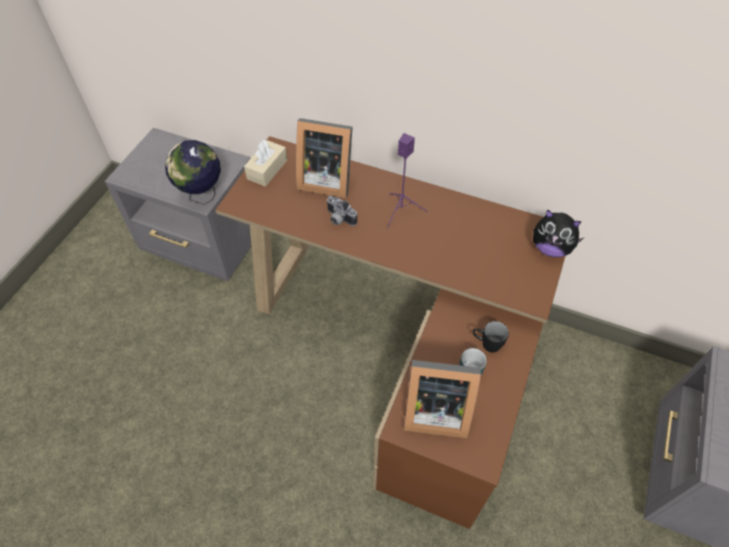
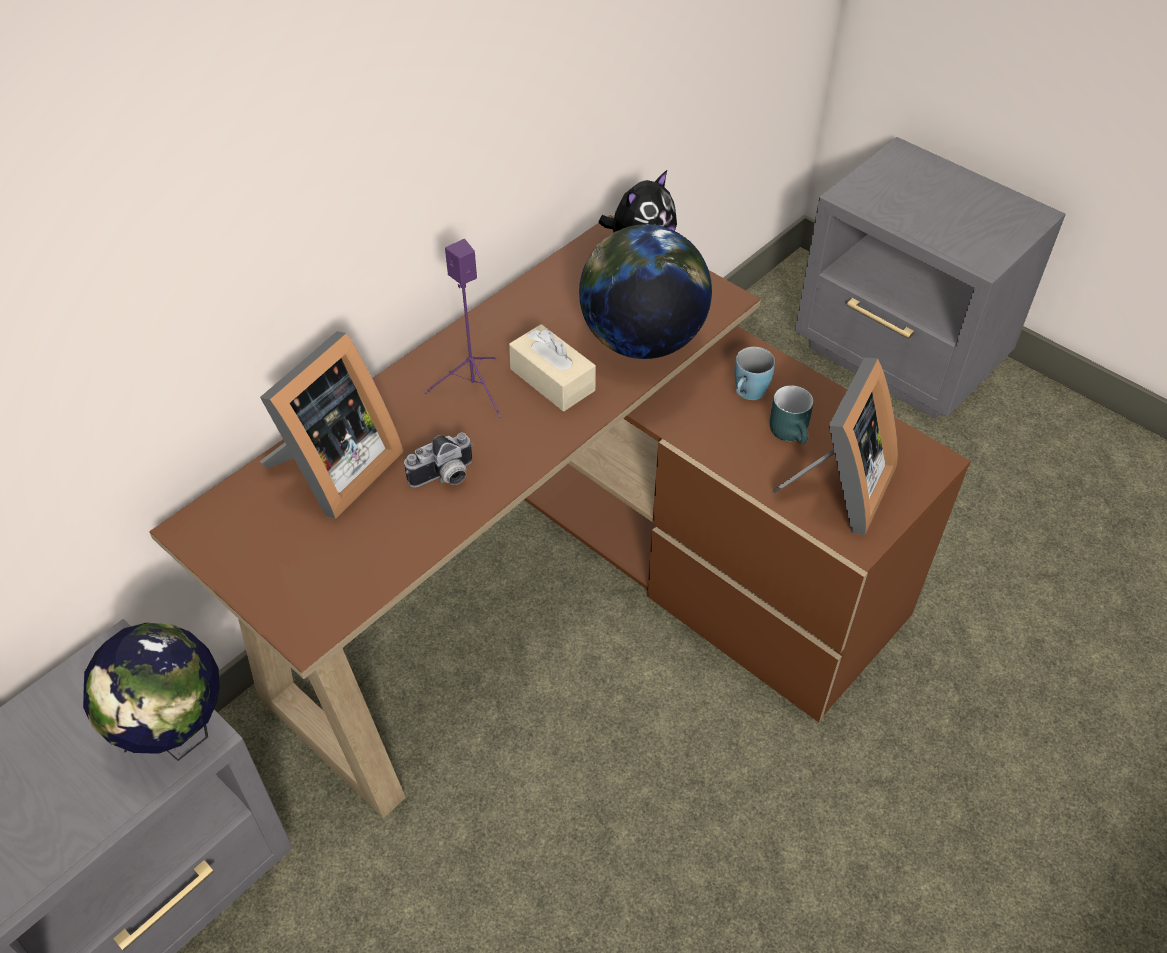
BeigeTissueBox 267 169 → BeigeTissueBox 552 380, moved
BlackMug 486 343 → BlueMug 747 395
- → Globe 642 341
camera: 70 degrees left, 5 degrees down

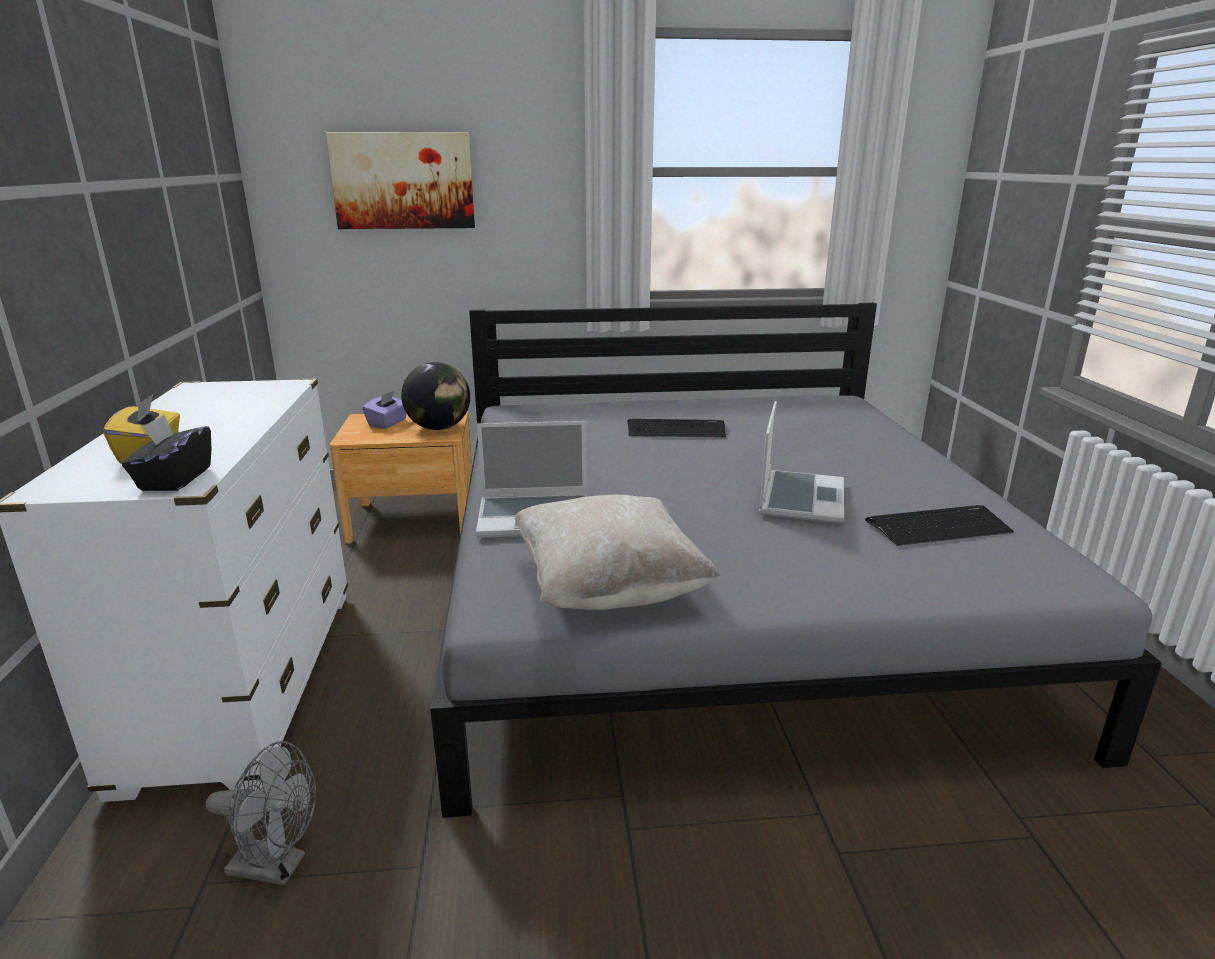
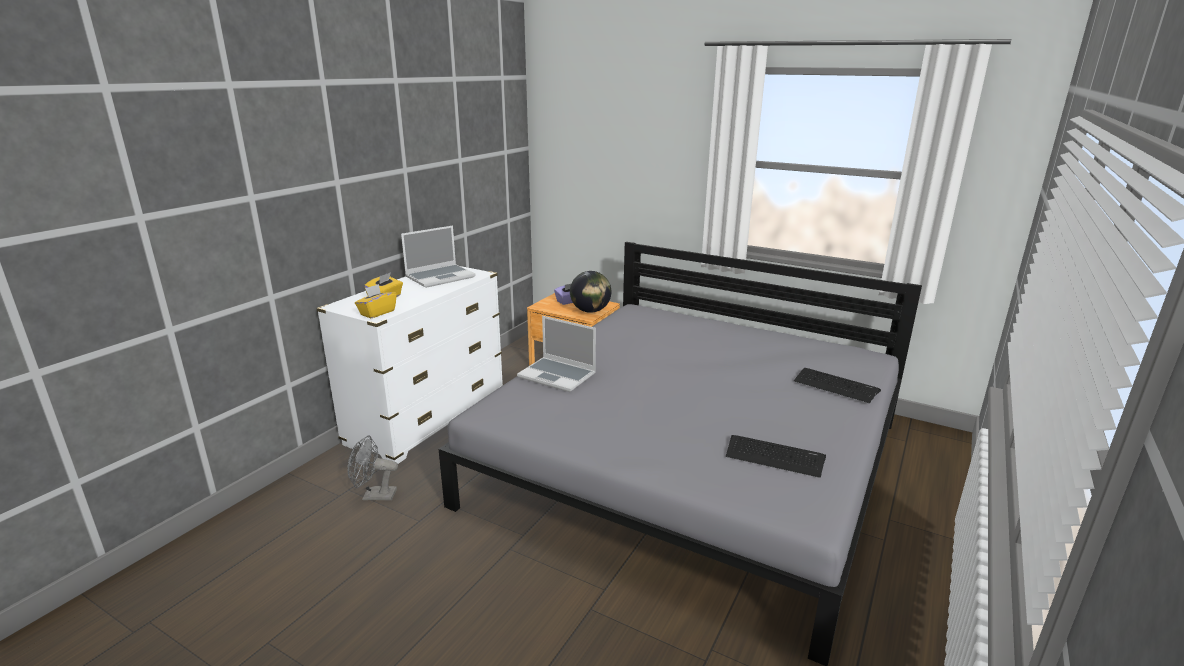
BlackTissueBox 175 479 → YellowTissueBox 377 313
GreyFan 277 866 → GreyFan 374 495, 135 degrees clockwise
Picture 403 181 → -
BeigePillow 609 588 → -
Keyboard 676 430 → Keyboard 835 386, moved
Laptop 800 498 → Laptop 440 277, moved
camera: 35 degrees right, 0 degrees up

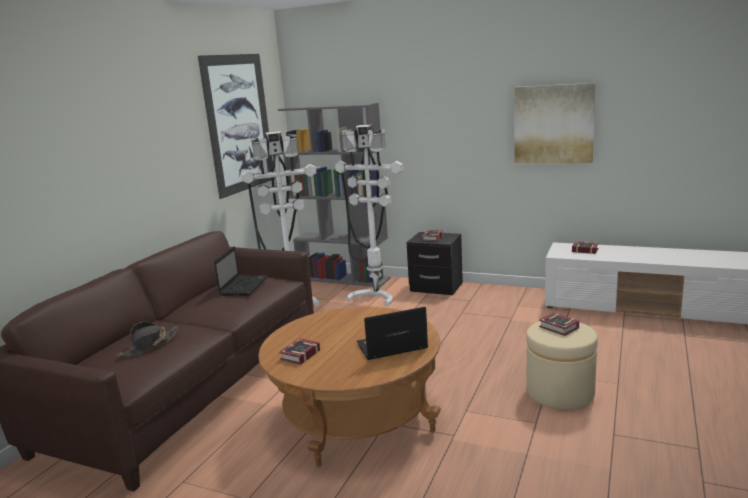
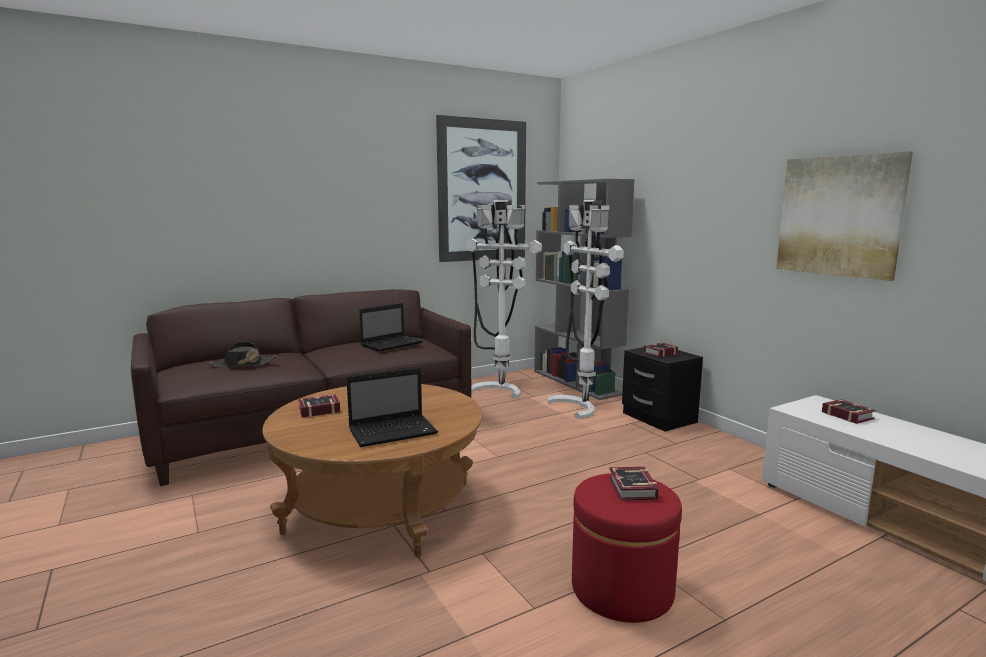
Laptop 390 347 → Laptop 394 431, 135 degrees clockwise
BeigeOttoman 560 392 → RedOttoman 622 589
camera: 35 degrees right, 5 degrees down

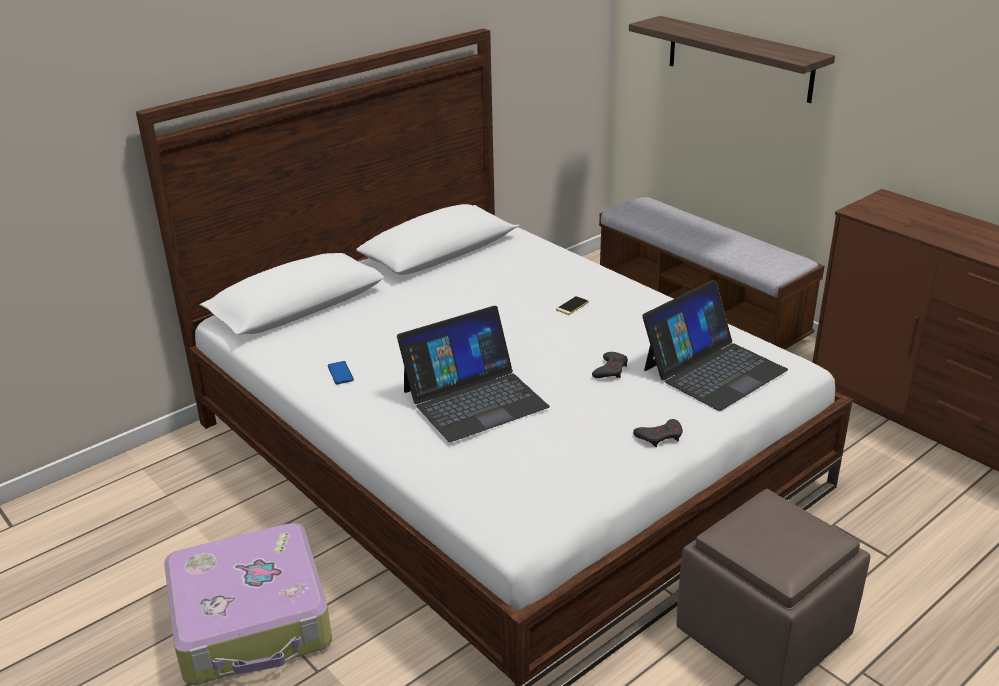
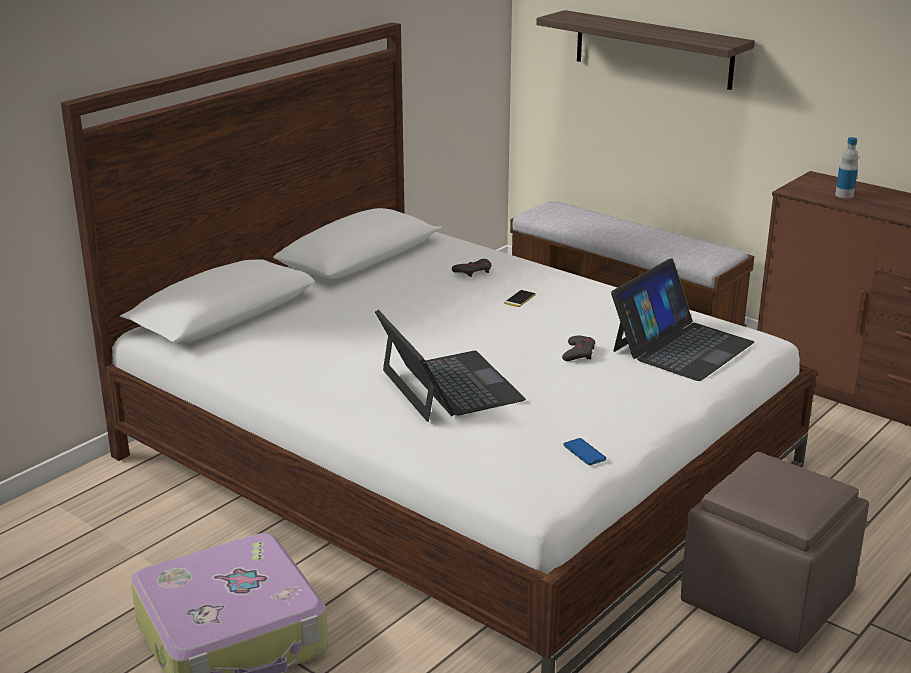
Phone 340 373 → Phone 584 453, moved
Laptop 474 398 → Laptop 449 386, 75 degrees counterclockwise
GreyGameController 660 436 → GreyGameController 473 271, moved
- → Bottle 844 195
camera: 10 degrees left, 5 degrees down

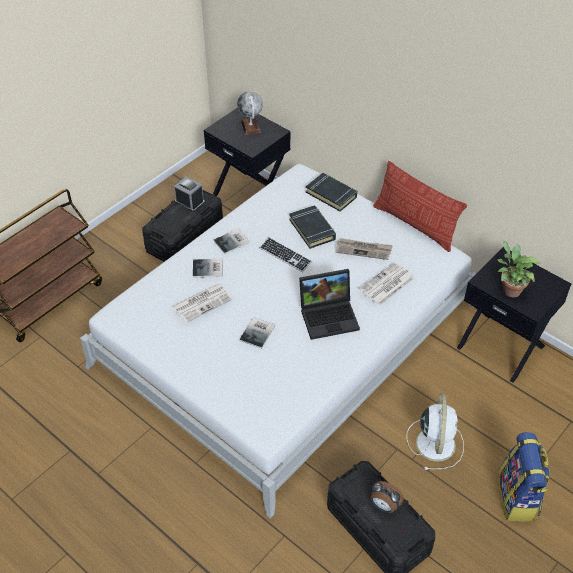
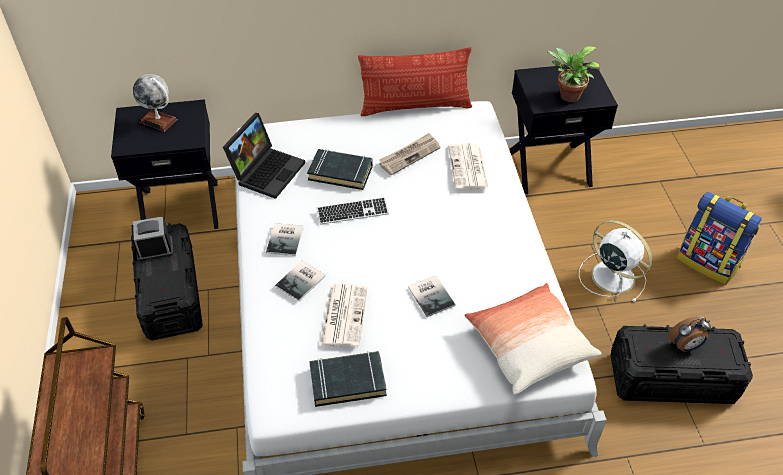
Laptop 329 315 → Laptop 267 170, moved
BlackBook 331 194 → BlackBook 347 381, moved
- → Pillow 528 346
camera: 50 degrees left, 0 degrees up

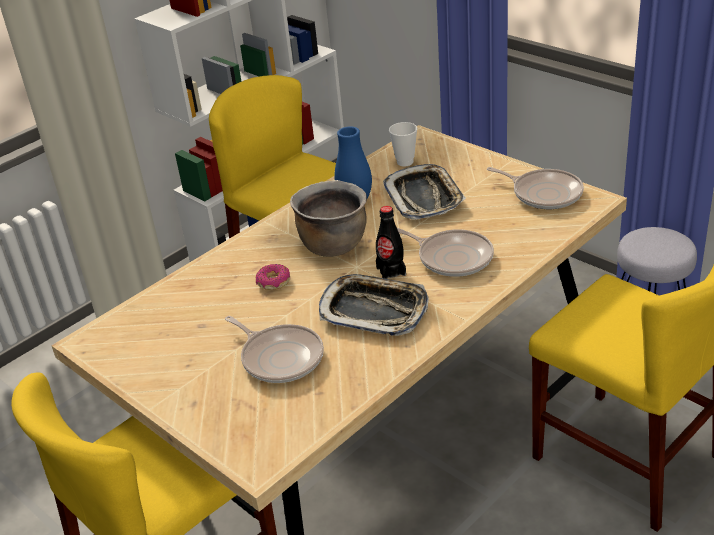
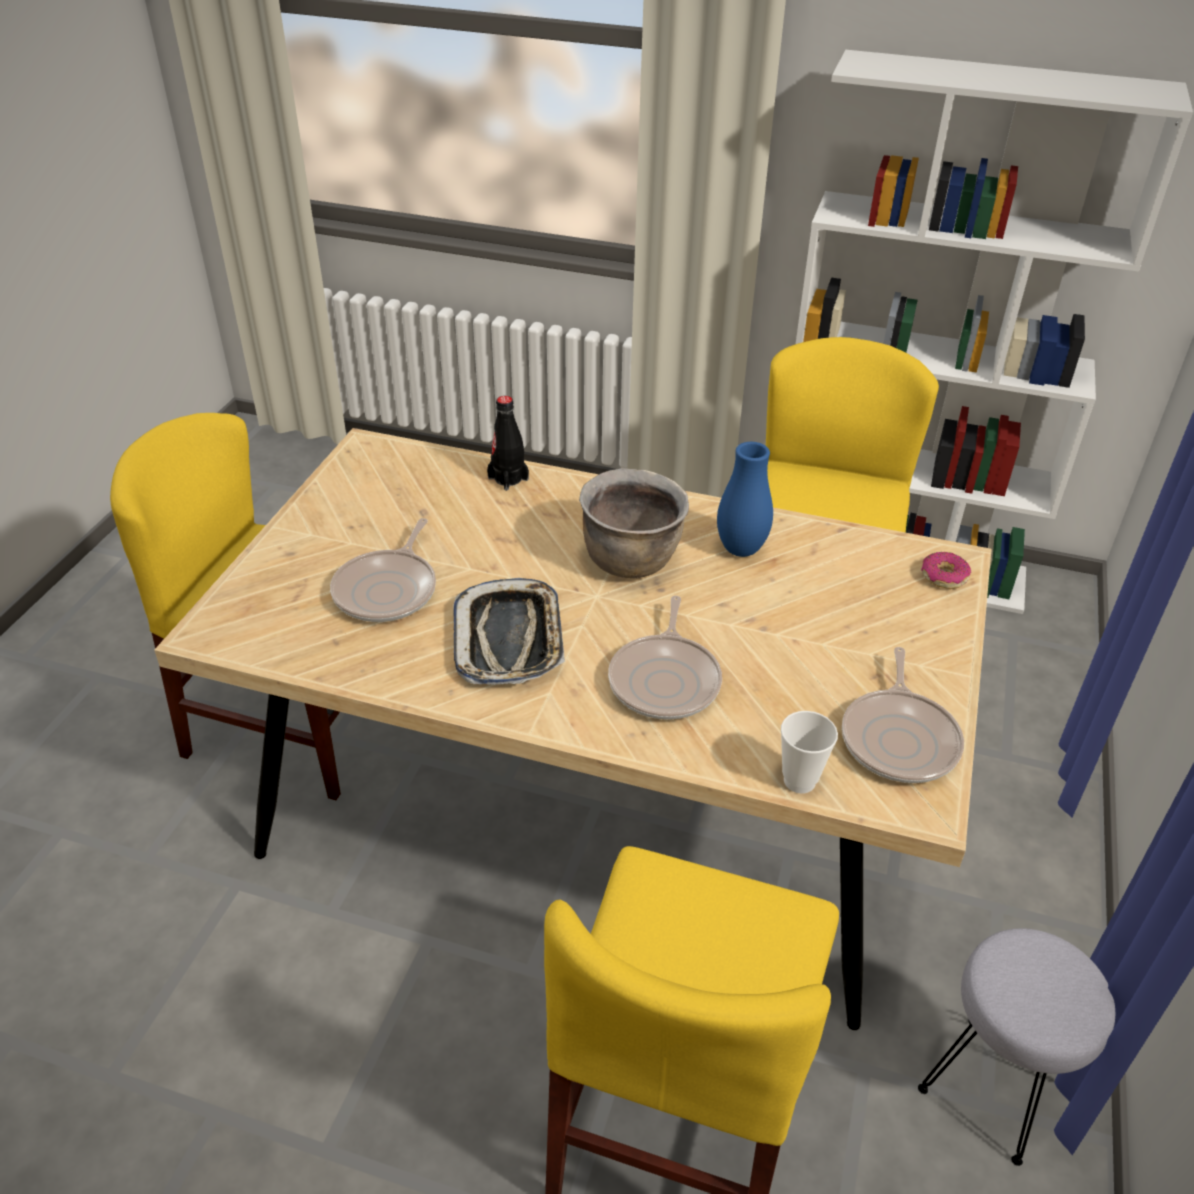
Donut 273 282 → Donut 943 577, moved
BlackBottle 391 271 → BlackBottle 508 478, moved
Tray 424 198 → -
Cup 405 162 → Cup 799 781, moved
camera: 60 degrees right, 5 degrees up

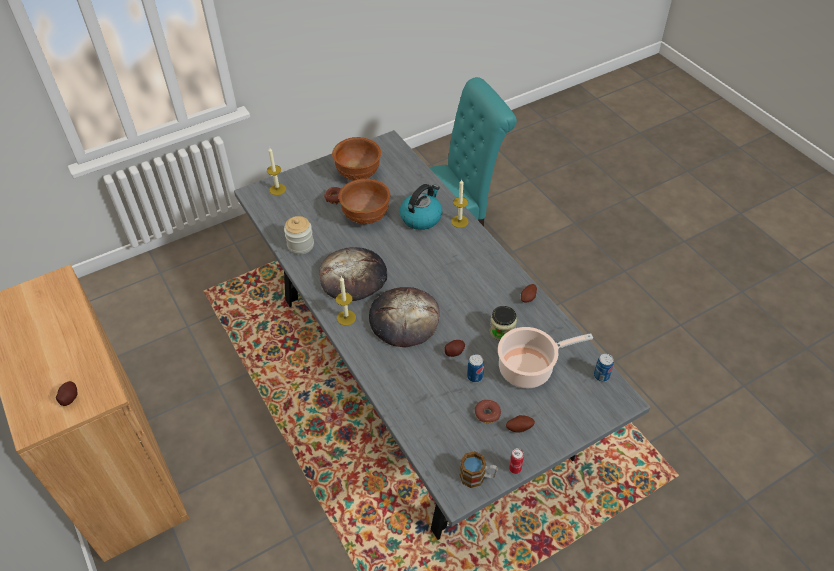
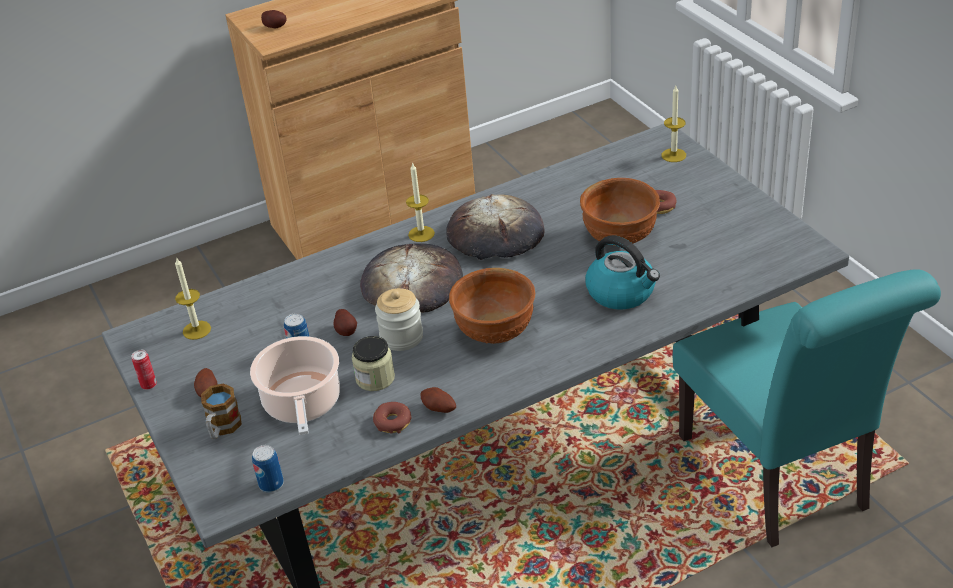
Jar 300 245 → Jar 401 337, moved
BrownBowl 358 174 → BrownBowl 494 333, moved
Candle 459 221 → Candle 196 330, moved
Mug 477 477 → Mug 222 428, moved
Donut 487 414 → Donut 393 422, moved
camera: 95 degrees right, 10 degrees down

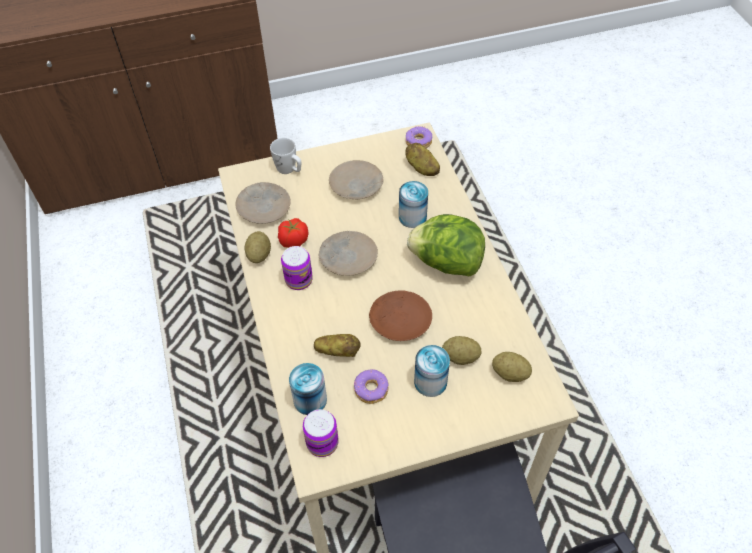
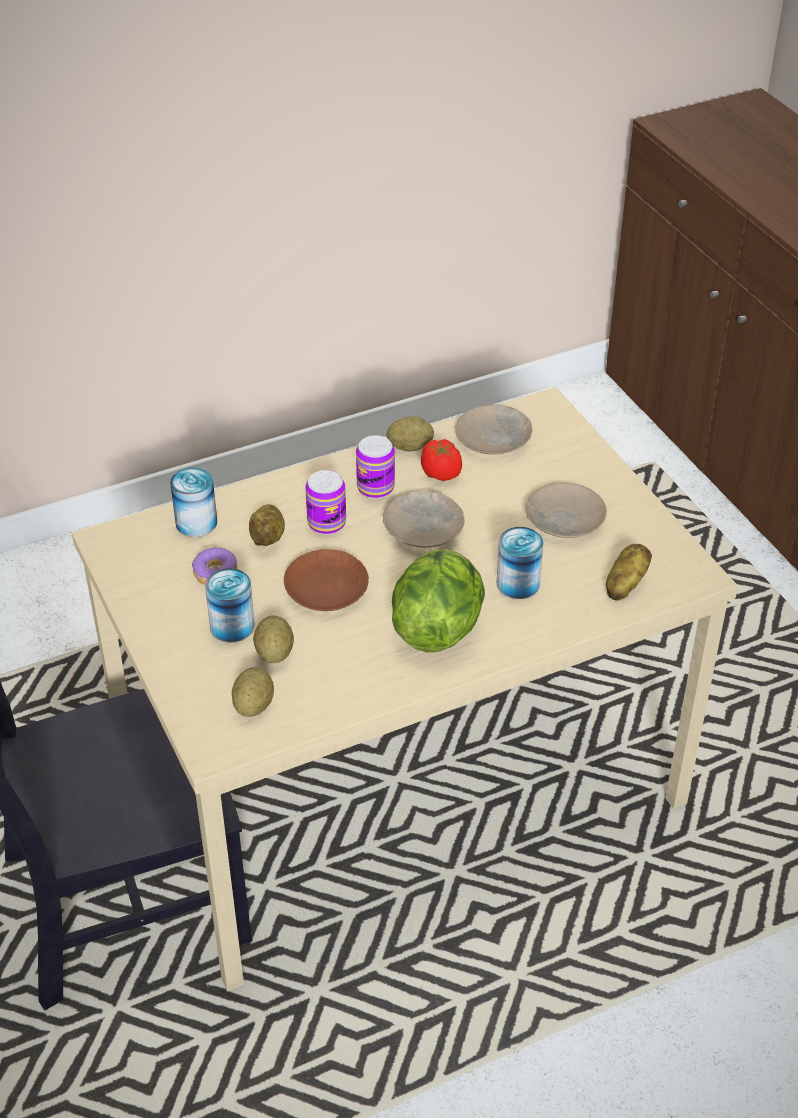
WhiteMug 289 169 → -
Can 322 443 → Can 326 523, moved
Donut 418 142 → -
camera: 80 degrees right, 10 degrees down

